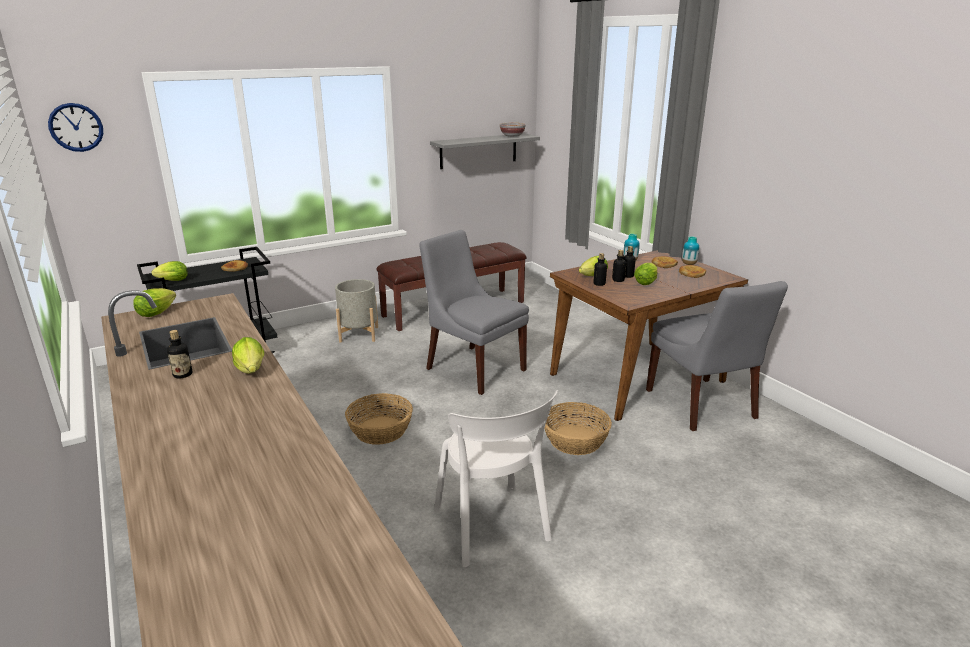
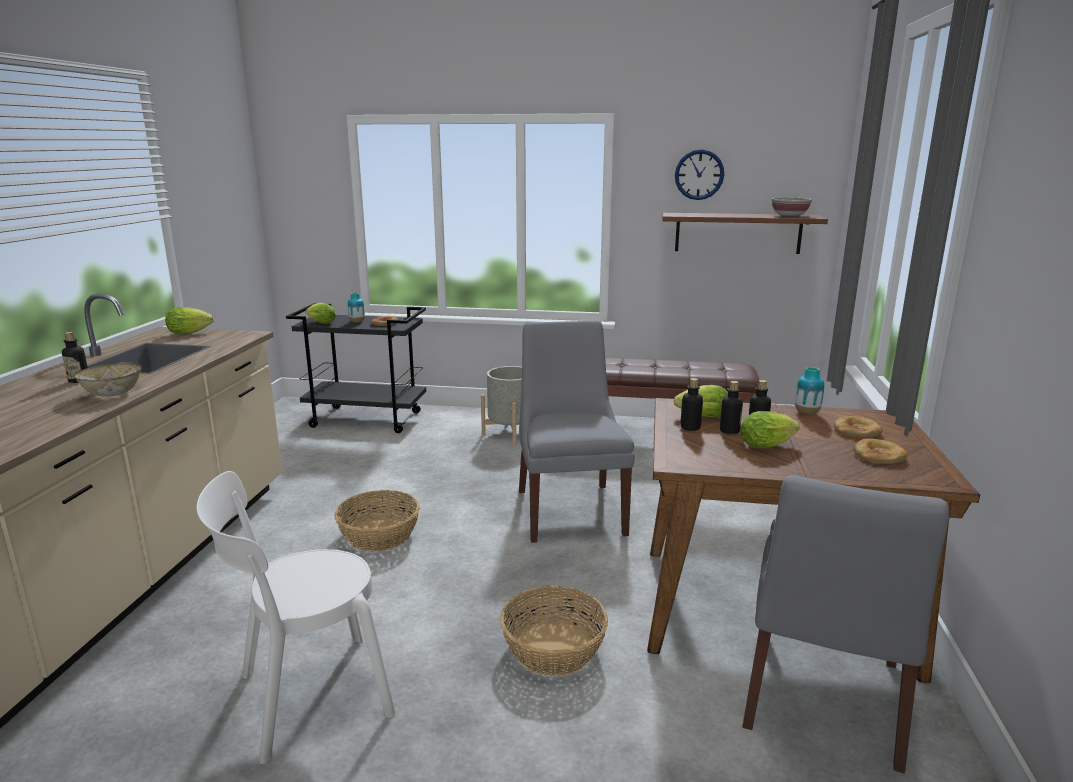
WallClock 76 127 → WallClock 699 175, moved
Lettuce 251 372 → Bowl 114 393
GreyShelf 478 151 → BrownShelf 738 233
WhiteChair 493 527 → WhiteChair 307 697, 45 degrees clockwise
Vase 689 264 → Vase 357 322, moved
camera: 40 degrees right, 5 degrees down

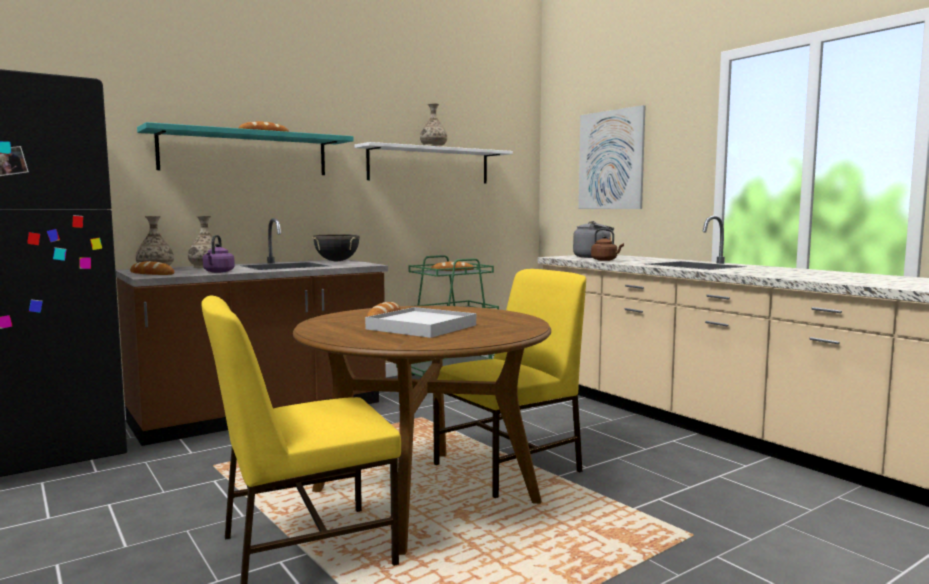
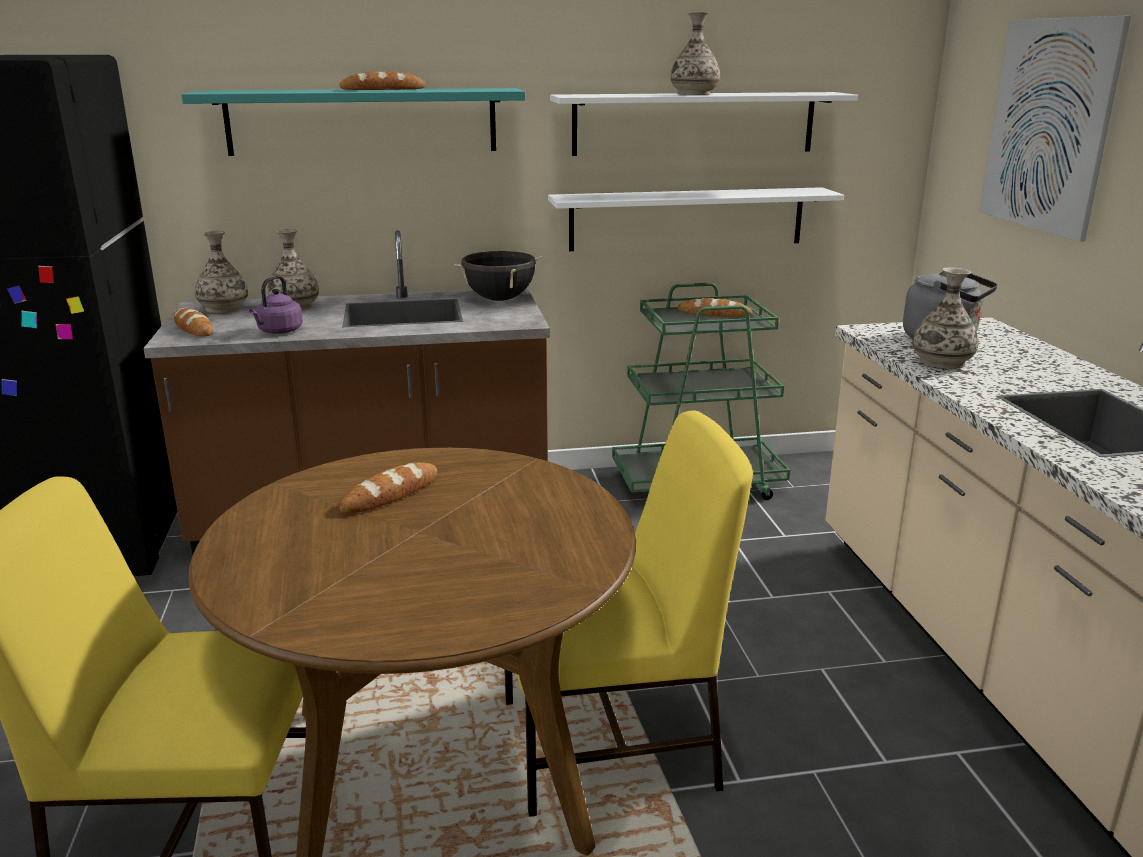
WhiteTray 422 327 → -
BrownKettle 605 260 → Vase 942 362
- → WhiteShelf 687 219
camera: 25 degrees right, 15 degrees up

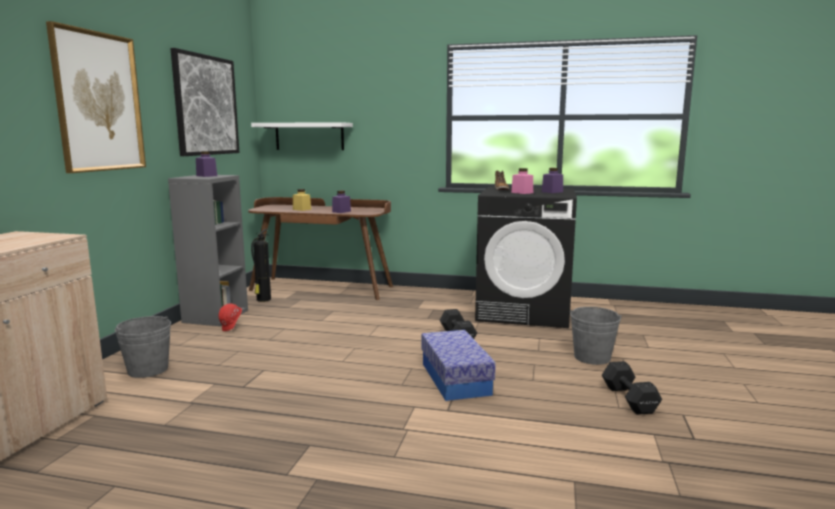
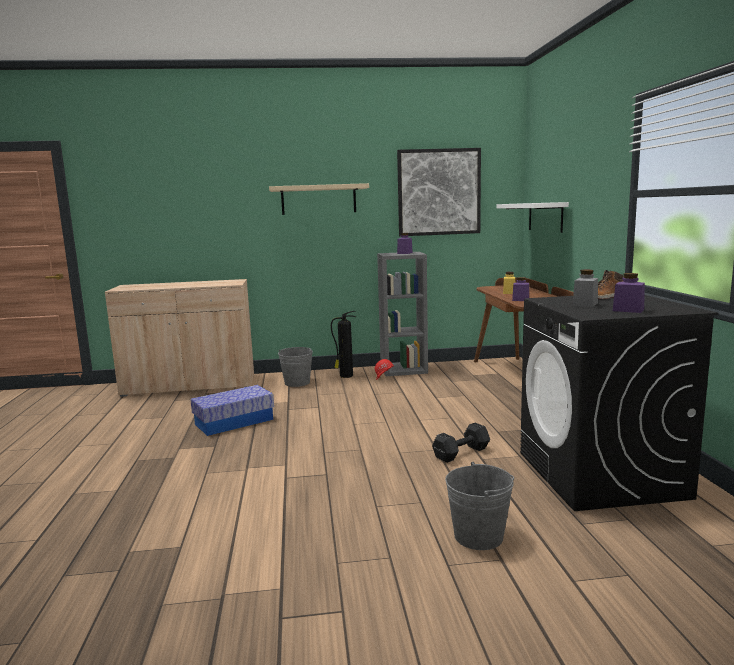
Picture 98 102 → BeigeShelf 318 199
FireExtinguisher 263 300 → FireExtinguisher 345 376, moved
StorageBox 455 379 → StorageBox 234 422, moved
PinkJar 522 192 → GreyJar 585 304
BlackDumbbell 629 400 → -
camera: 70 degrees right, 0 degrees up

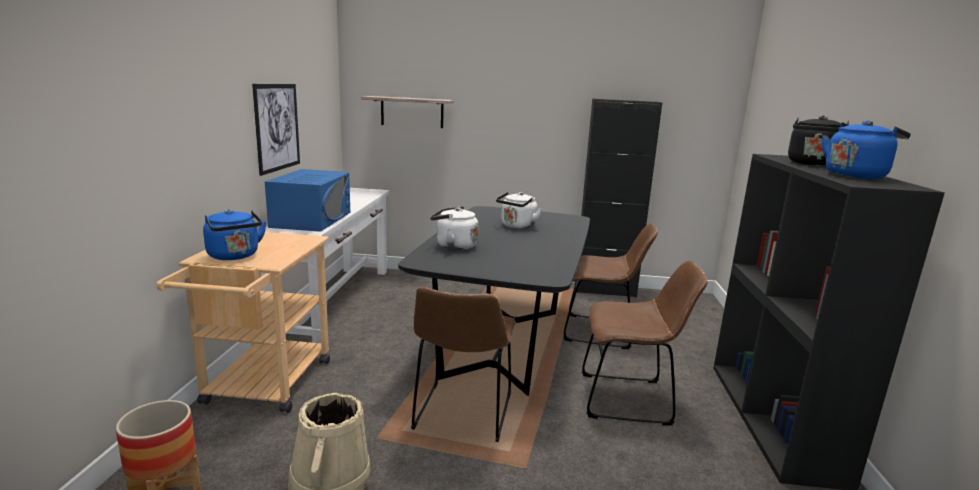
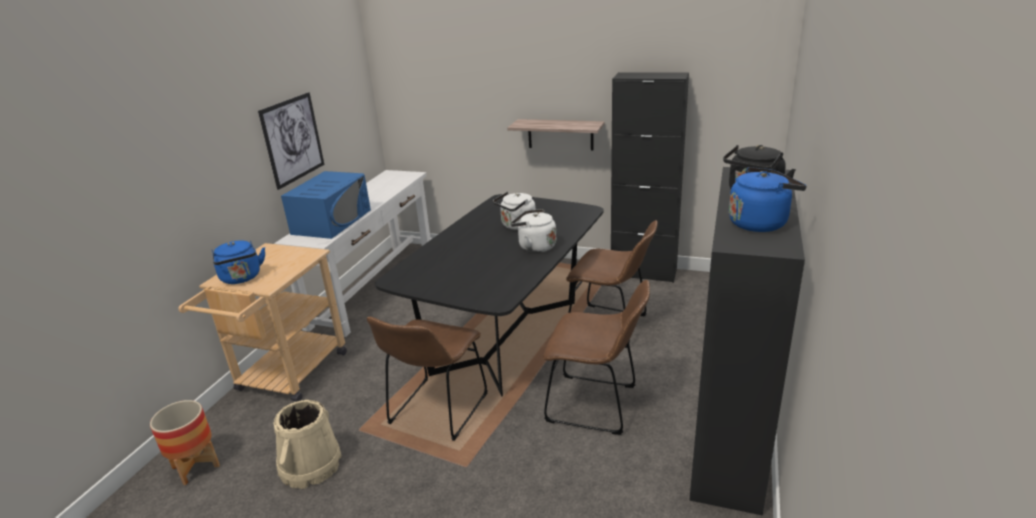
Shelf 412 112 → Shelf 560 134, moved
WhiteKettle 453 246 → WhiteKettle 534 247, moved
camera: 15 degrees right, 10 degrees up

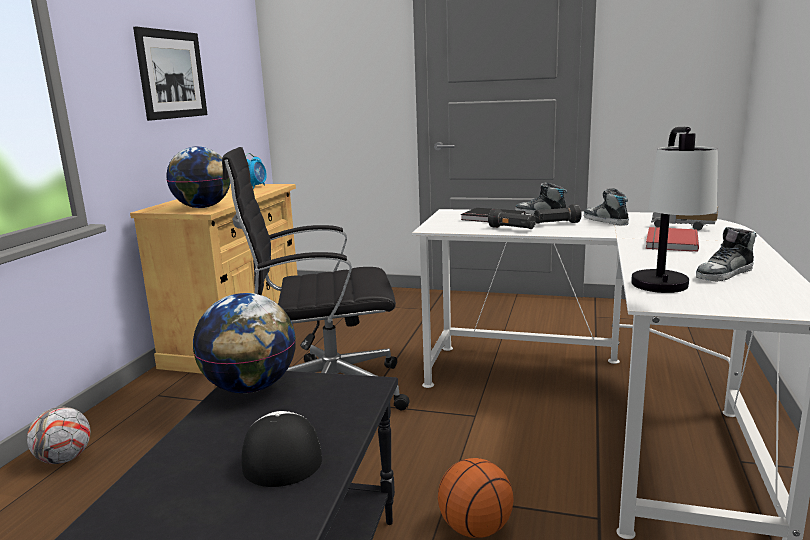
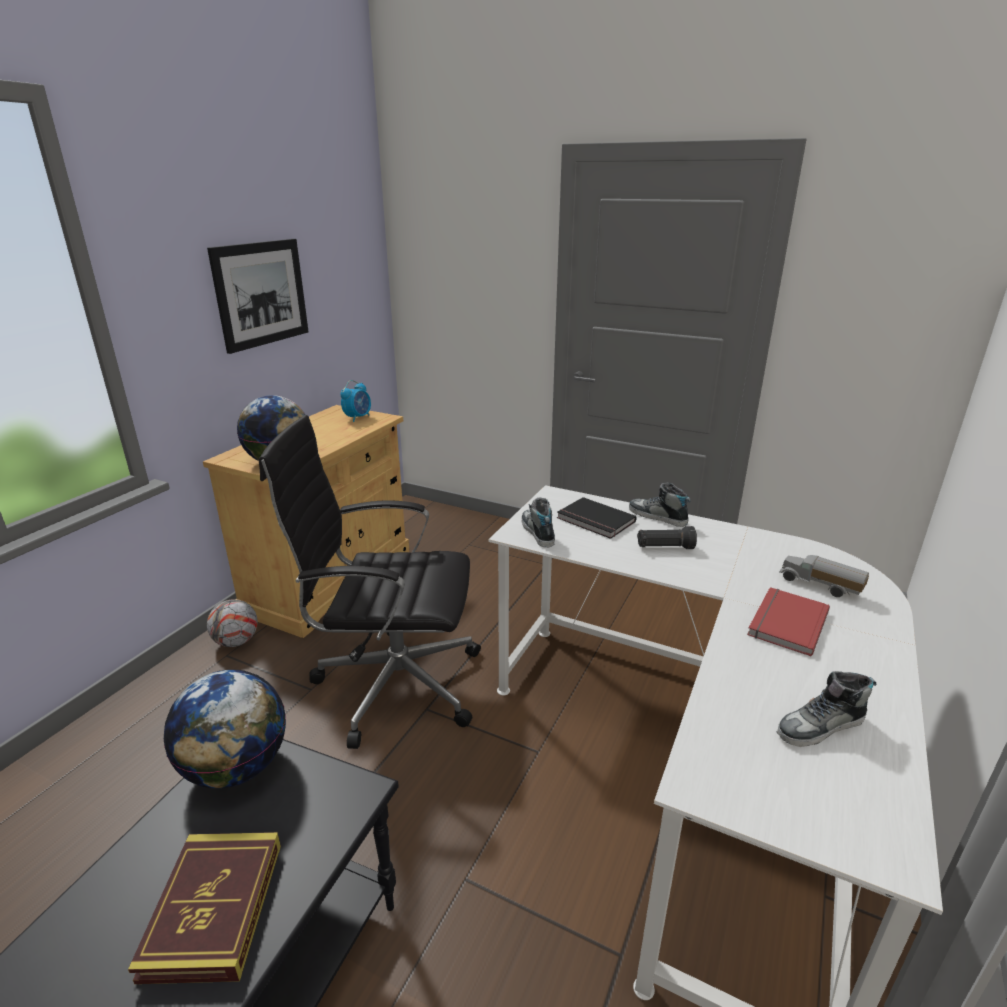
Football 64 459 → Football 236 641, moved
Cap 281 453 → Book 214 908
Basketball 475 528 → -
BlackFlashlight 512 229 → -
Shoe 605 221 → Shoe 537 532, moved
TableLamp 667 293 → -
camera: 10 degrees right, 10 degrees up

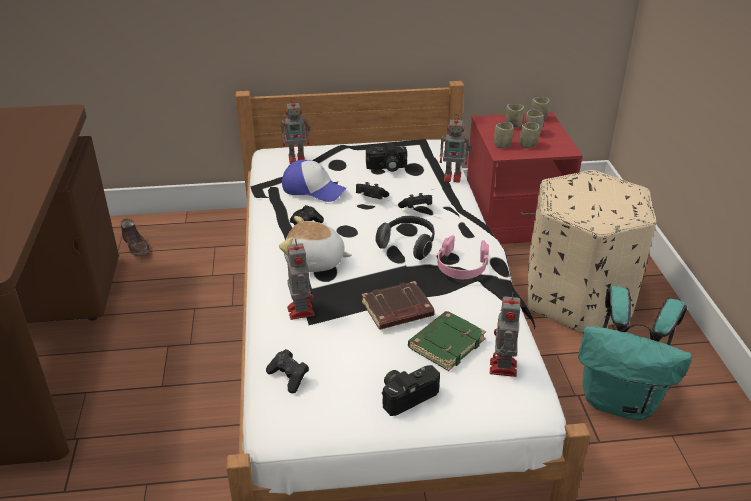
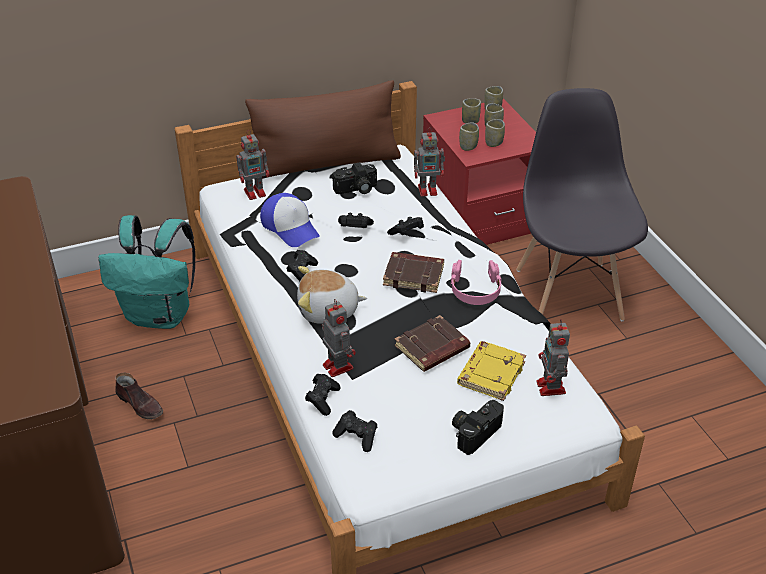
BrownShoe 136 246 → BrownShoe 140 404, moved
Cap 313 189 → Cap 290 227, 45 degrees clockwise
Headphones 408 245 → BrownBook 414 275
GreenBook 446 343 → YellowBook 490 373
BeigeOttoman 578 297 → GreyChair 569 293
TurquoiseBackpack 620 401 → TurquoiseBackpack 161 315, moved
- → BrownPillow 326 163
- → BlackGameController 323 399
camera: 15 degrees left, 5 degrees up

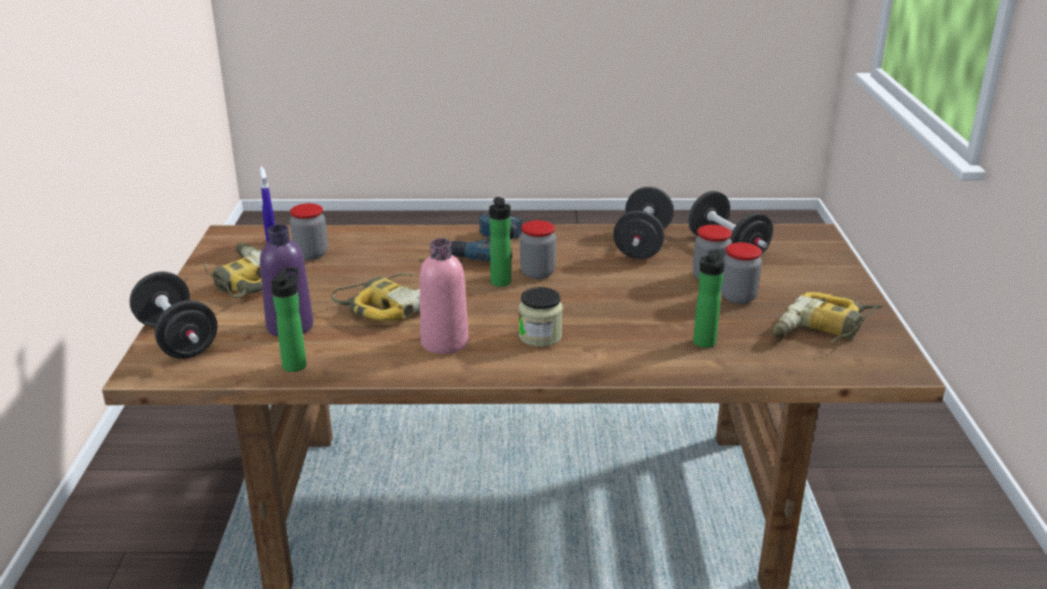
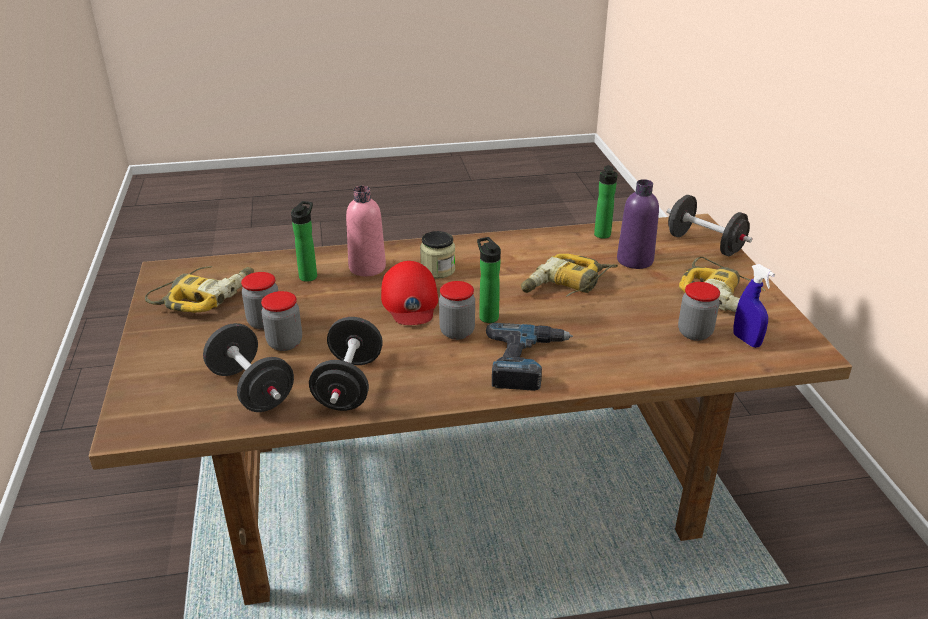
PinkBottle 444 343 → PinkBottle 367 267, moved
- → RedCap 410 301
camera: 170 degrees right, 5 degrees up

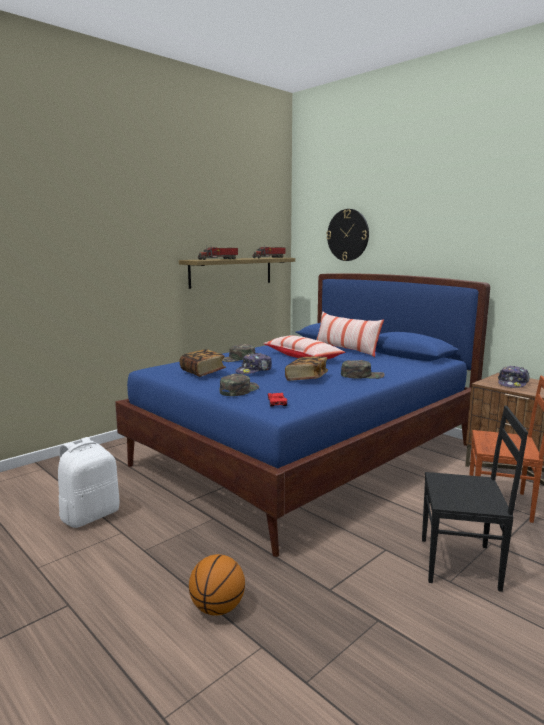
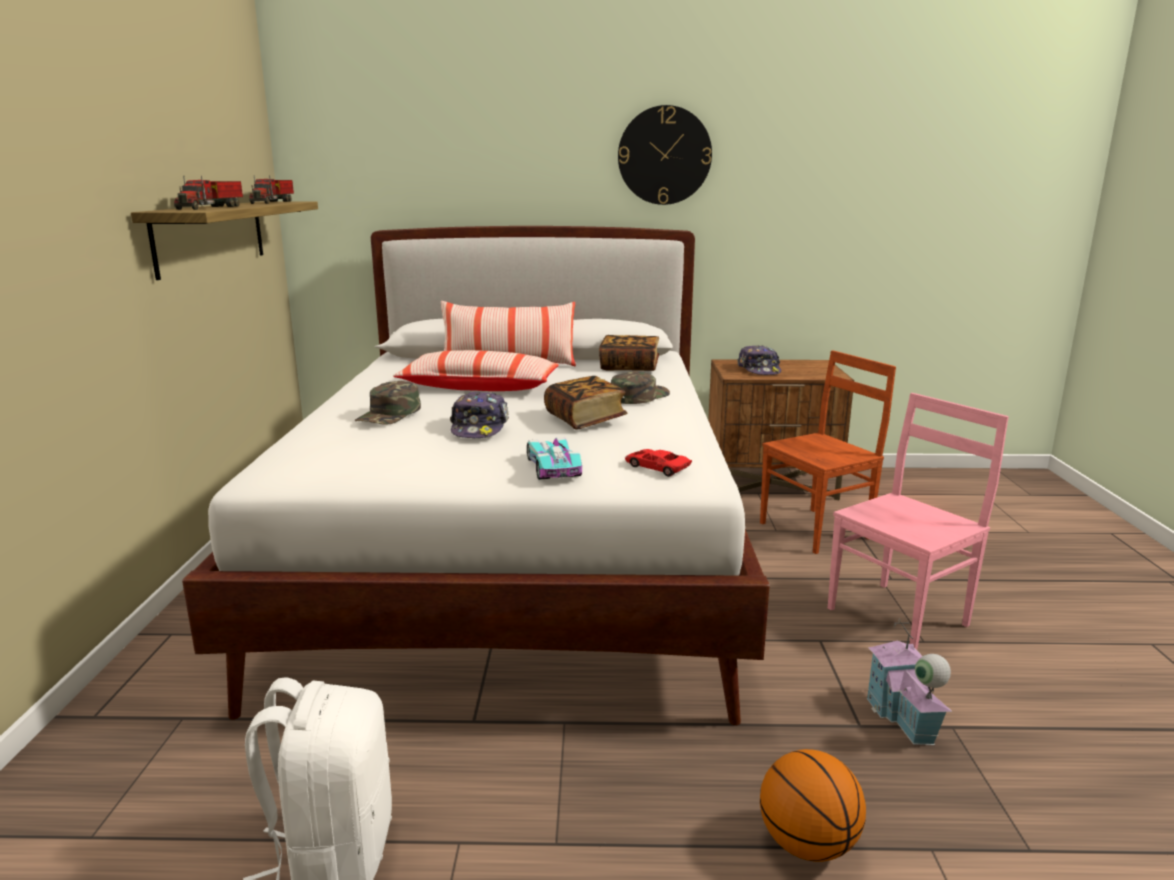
BlueBed 306 455 → WhiteBed 520 559
Book 203 372 → Book 629 367, moved
GreenCap 239 390 → ToyCar 553 467
WallClock 348 235 → WallClock 664 155, moved
BlackChair 461 564 → PinkChair 900 617
- → ToyHouse 901 718
camera: 45 degrees left, 5 degrees up

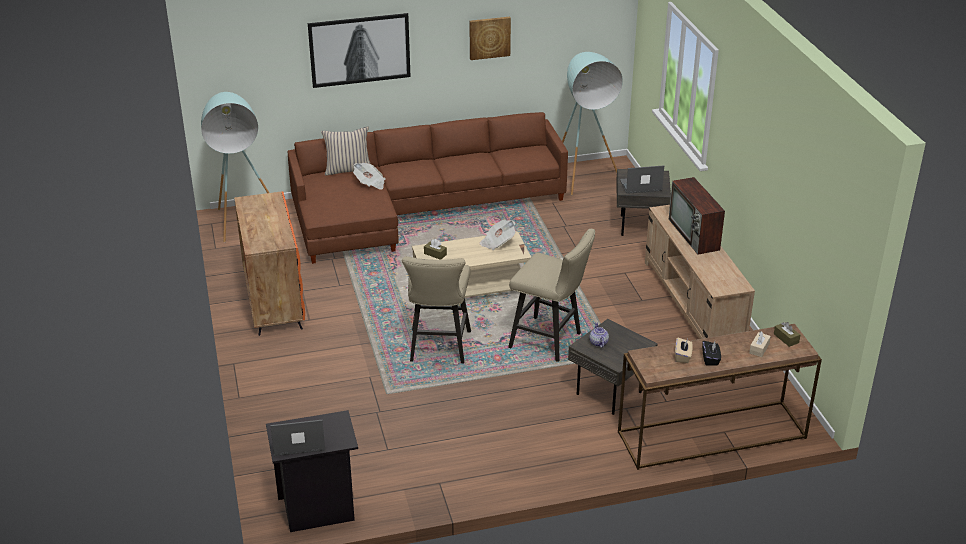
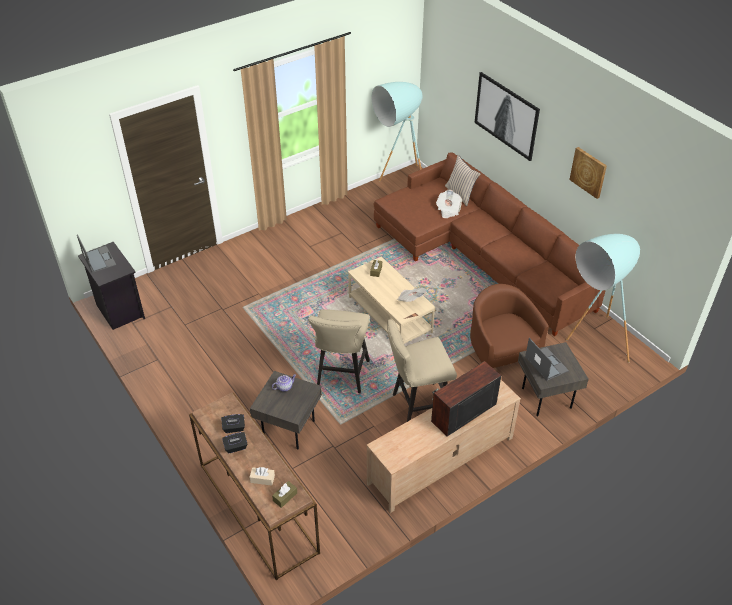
OrangeCabinet 273 301 → -
BeigeStool 438 349 → BeigeStool 417 407, moved
BeigeTissueBox 682 356 → BlackTissueBox 234 428
- → BrownArmchair 501 350
camera: 70 degrees right, 10 degrees up

